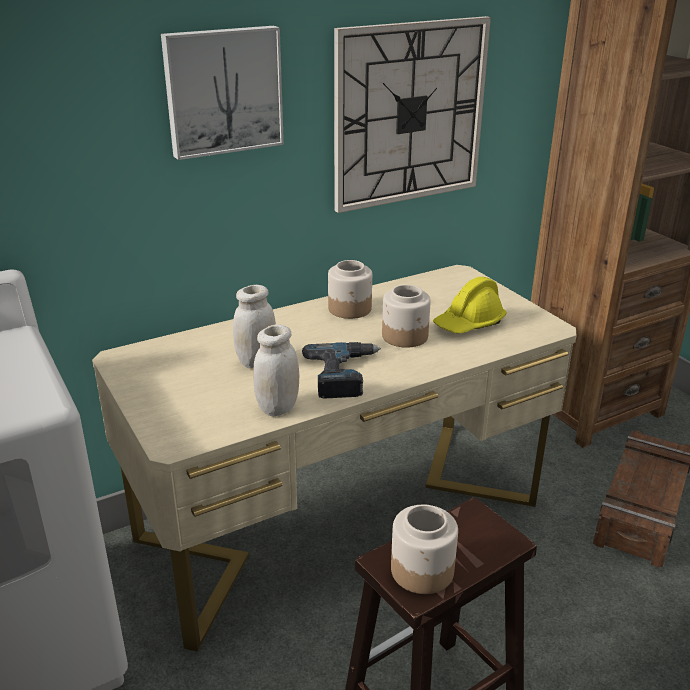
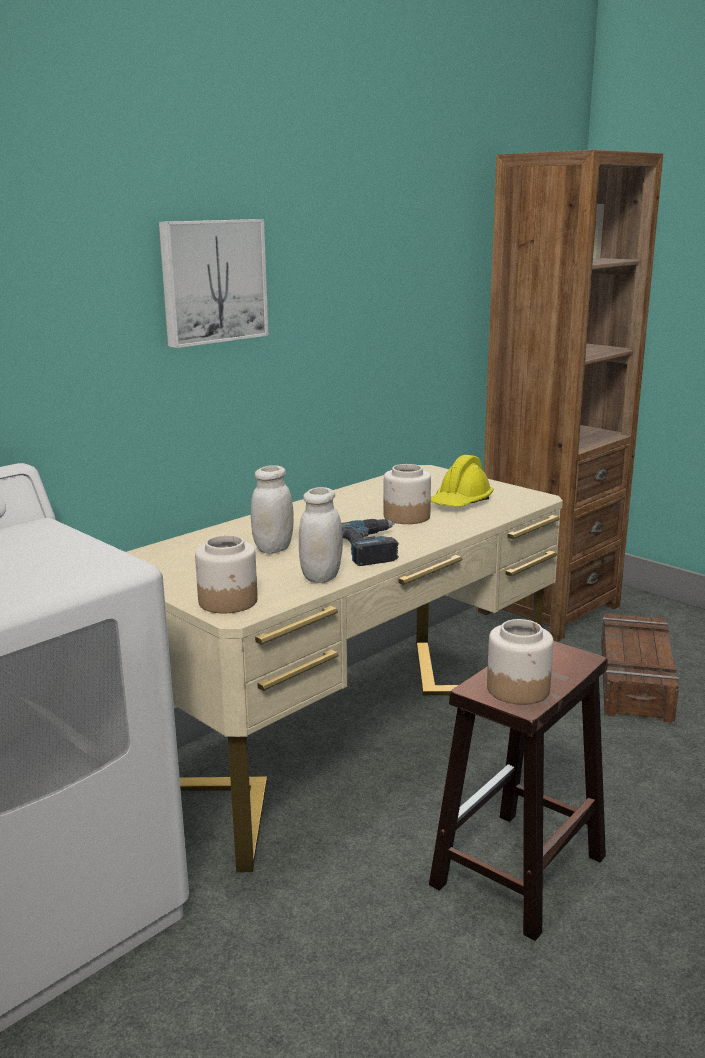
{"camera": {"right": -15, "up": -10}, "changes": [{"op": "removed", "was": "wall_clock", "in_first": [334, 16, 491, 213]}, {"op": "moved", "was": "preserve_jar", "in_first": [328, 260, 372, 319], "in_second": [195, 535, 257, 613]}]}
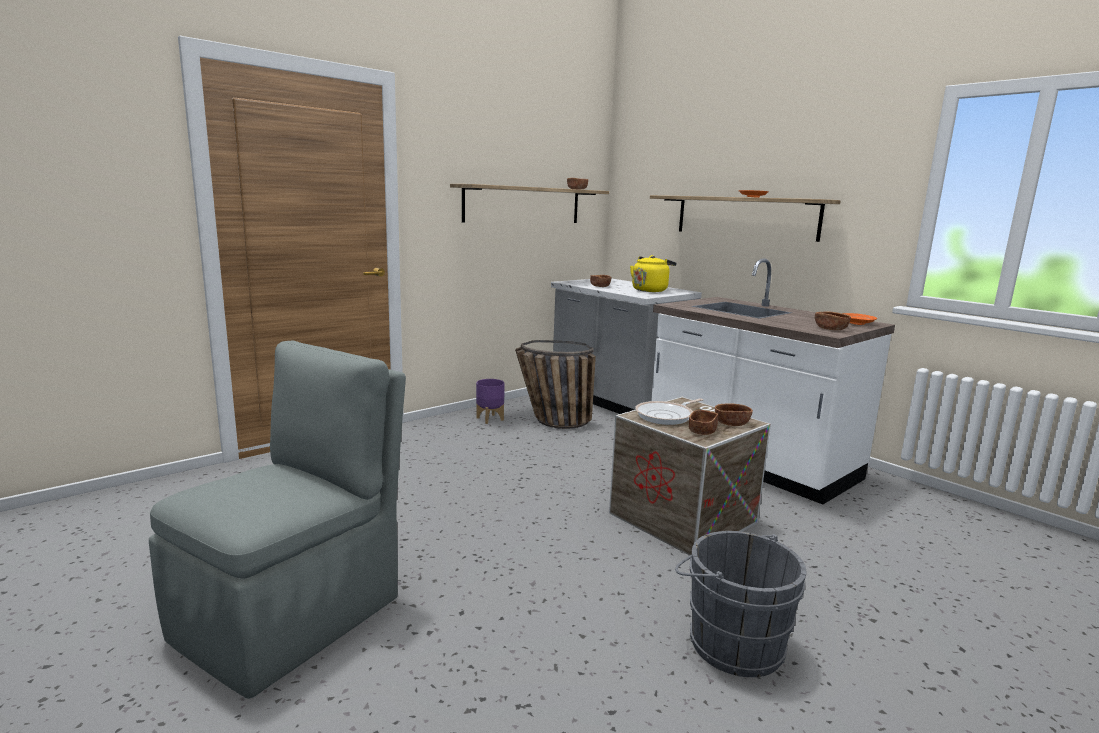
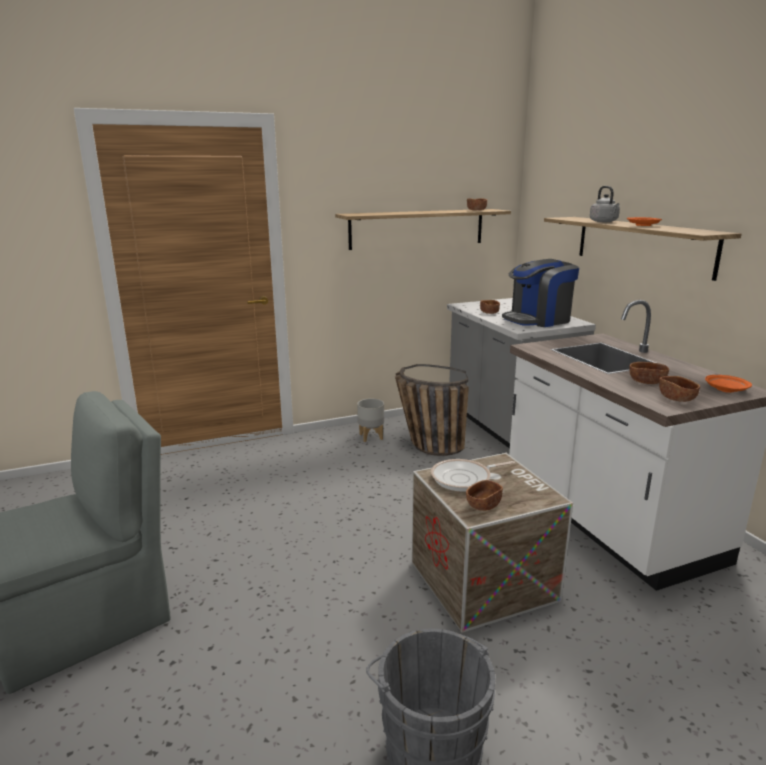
{"camera": {"right": 20, "up": 5}, "changes": [{"op": "replaced", "was": "yellow-coloured_water_kettle", "now": "coffee_brewer", "in_first": [630, 255, 676, 292], "in_second": [502, 259, 579, 327]}, {"op": "recoloured", "was": "purplish_plant_pot", "now": "gray_plant_pot", "in_first": [476, 379, 505, 424], "in_second": [357, 399, 384, 442]}, {"op": "moved", "was": "brownish_serving_bowl", "in_first": [715, 403, 753, 426], "in_second": [630, 362, 669, 384]}, {"op": "added", "now": "gray_water_kettle", "in_second": [590, 186, 620, 222]}]}
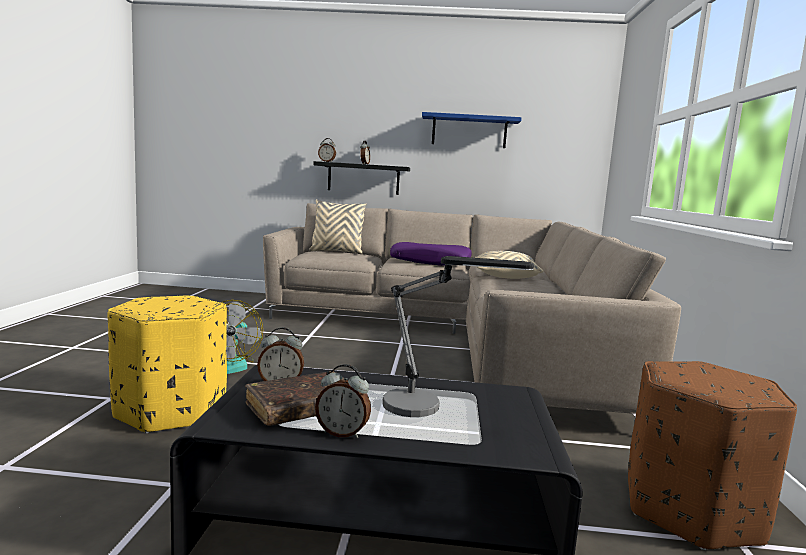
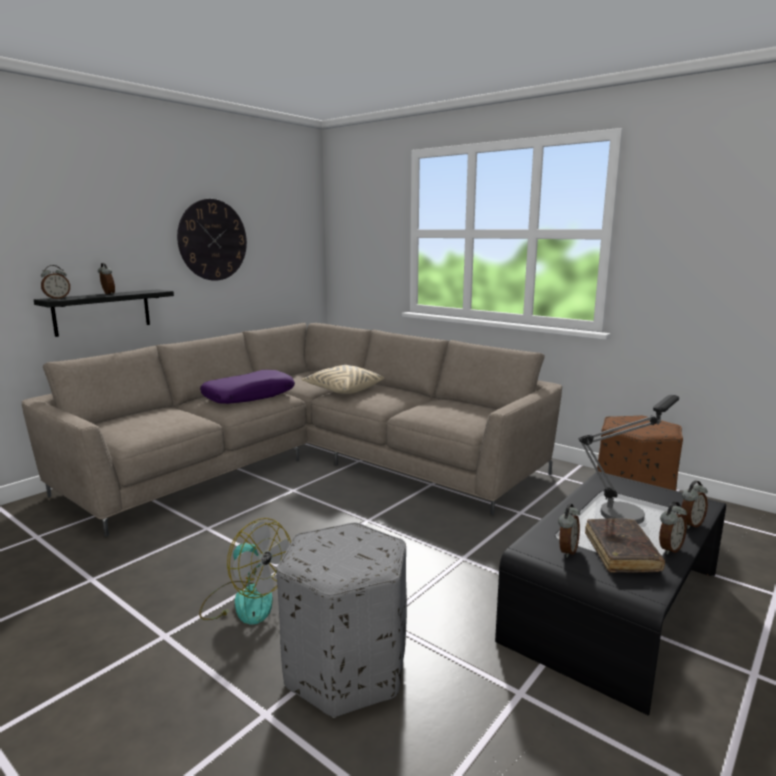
{"camera": {"right": -55, "up": 5}, "changes": [{"op": "replaced", "was": "blue_shelf", "now": "wall_clock", "in_first": [422, 112, 522, 148], "in_second": [177, 199, 247, 281]}, {"op": "removed", "was": "sand-coloured_pillow", "in_first": [309, 199, 367, 254]}, {"op": "recoloured", "was": "yellow-coloured_ottoman", "now": "gray_ottoman", "in_first": [107, 296, 227, 433], "in_second": [276, 523, 407, 718]}, {"op": "added", "now": "bedside_clock", "in_second": [681, 480, 708, 529]}]}
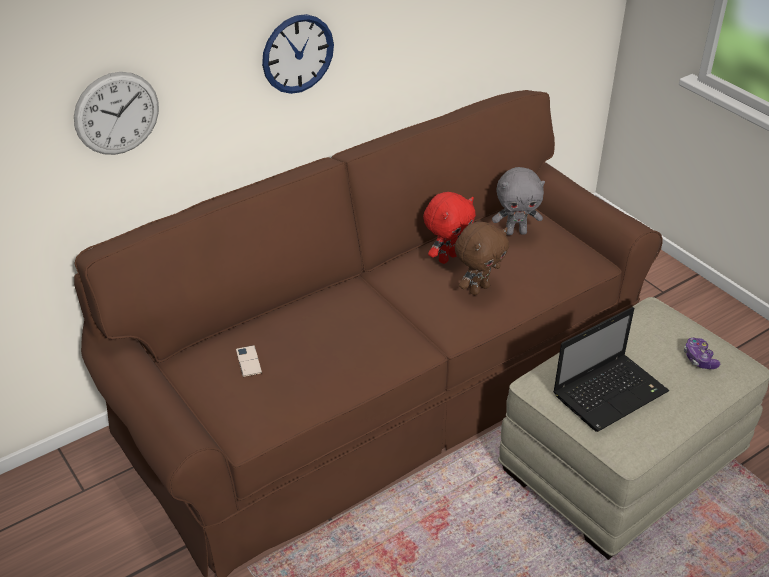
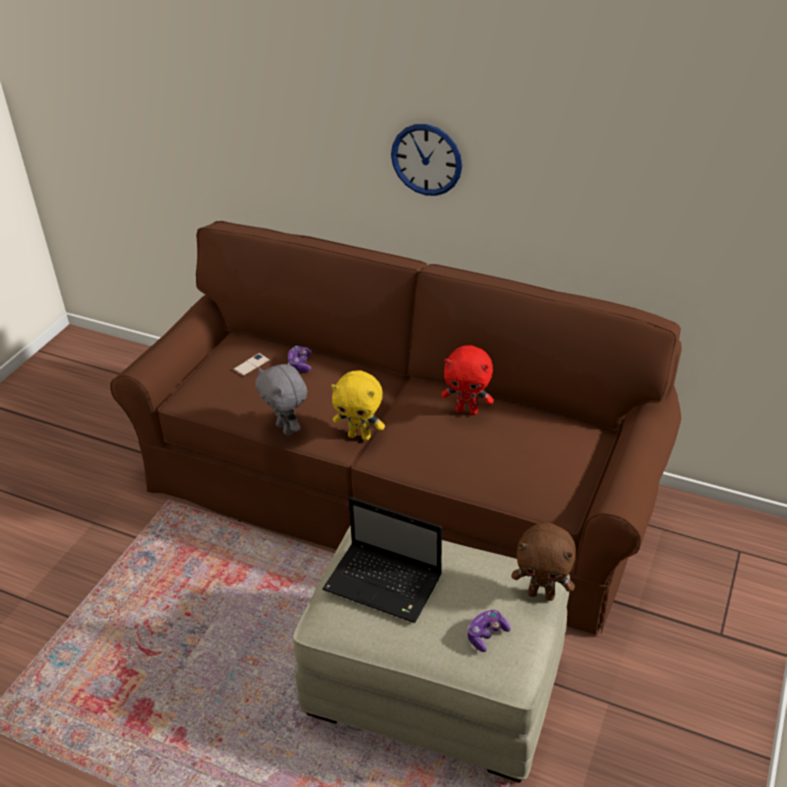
{"camera": {"right": 60, "up": 0}, "changes": [{"op": "removed", "was": "wall_clock", "in_first": [74, 72, 159, 155]}, {"op": "moved", "was": "gray_cuddly_toy", "in_first": [492, 167, 545, 235], "in_second": [255, 364, 307, 436]}, {"op": "moved", "was": "brownish_cuddly_toy", "in_first": [455, 222, 509, 295], "in_second": [511, 523, 576, 601]}, {"op": "added", "now": "game_controller", "in_second": [288, 346, 312, 372]}, {"op": "added", "now": "yellow-coloured_cuddly_toy", "in_second": [331, 370, 385, 440]}]}
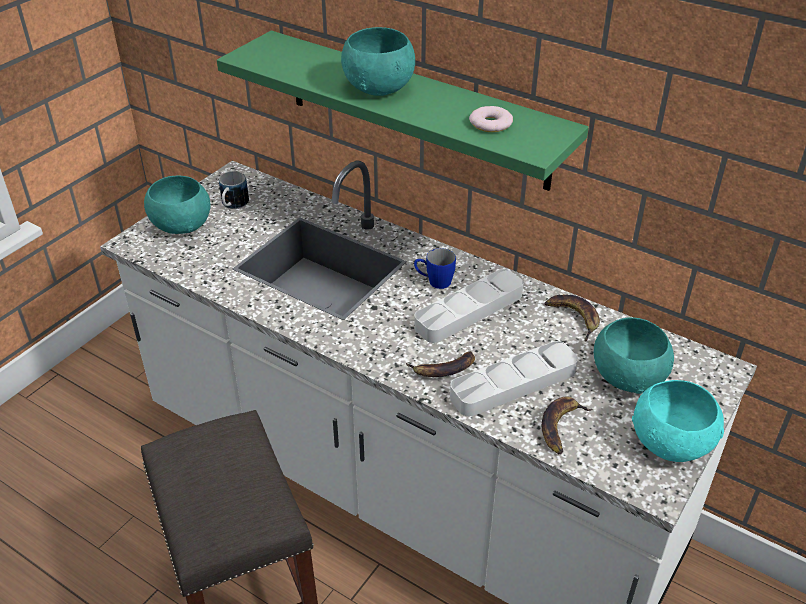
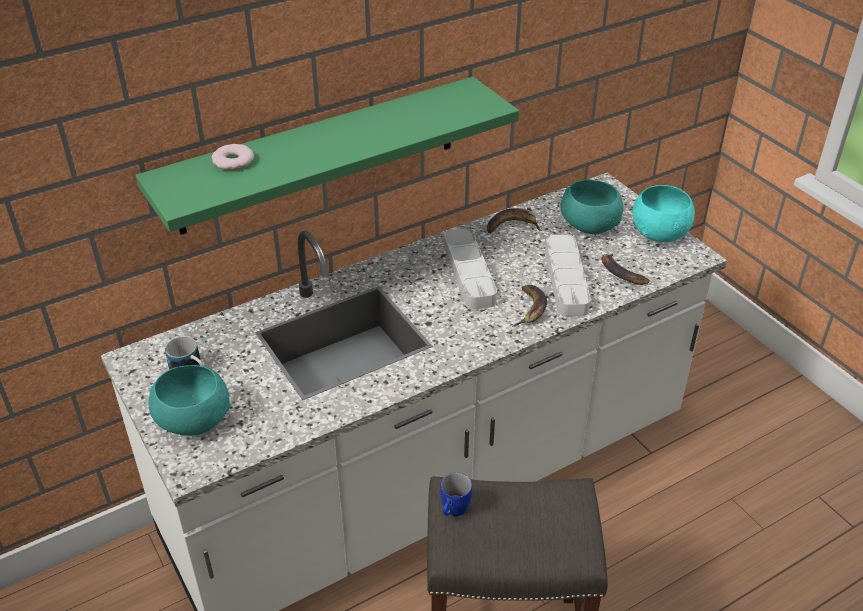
{"camera": {"right": -65, "up": 0}, "changes": [{"op": "removed", "was": "turquoise_serving_bowl", "in_first": [341, 27, 415, 96]}, {"op": "moved", "was": "ring_doughnut", "in_first": [469, 106, 513, 132], "in_second": [212, 144, 254, 170]}, {"op": "moved", "was": "blue_tea_mug", "in_first": [414, 248, 456, 289], "in_second": [440, 473, 472, 516]}]}
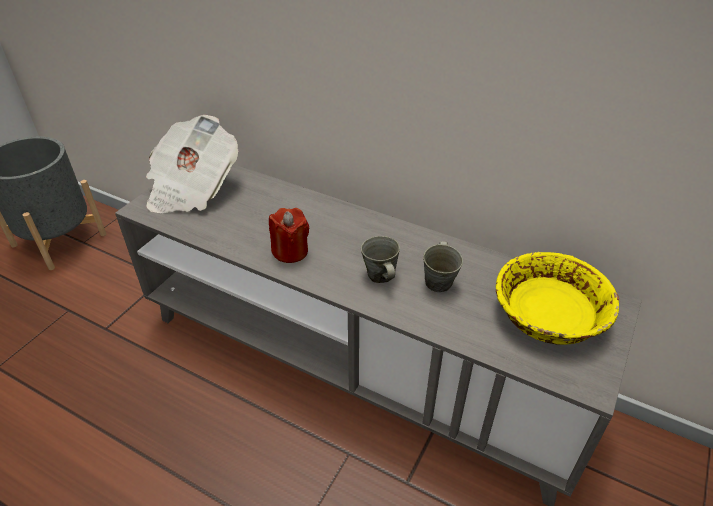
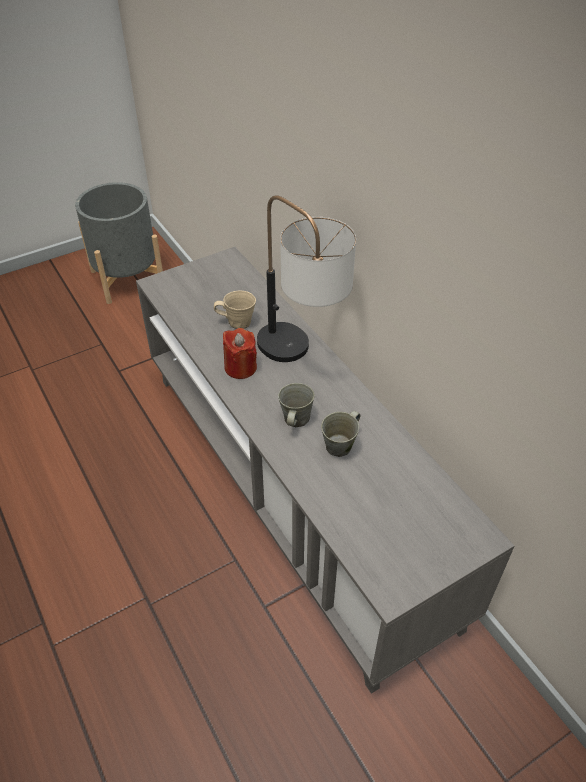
{"camera": {"right": 30, "up": 5}, "changes": [{"op": "removed", "was": "printed_paper", "in_first": [146, 115, 238, 213]}, {"op": "removed", "was": "yellow-coloured_serving_bowl", "in_first": [496, 252, 619, 344]}, {"op": "added", "now": "lamp_for_a_table", "in_second": [257, 195, 356, 362]}, {"op": "added", "now": "sand-coloured_tea_mug", "in_second": [214, 291, 256, 329]}]}
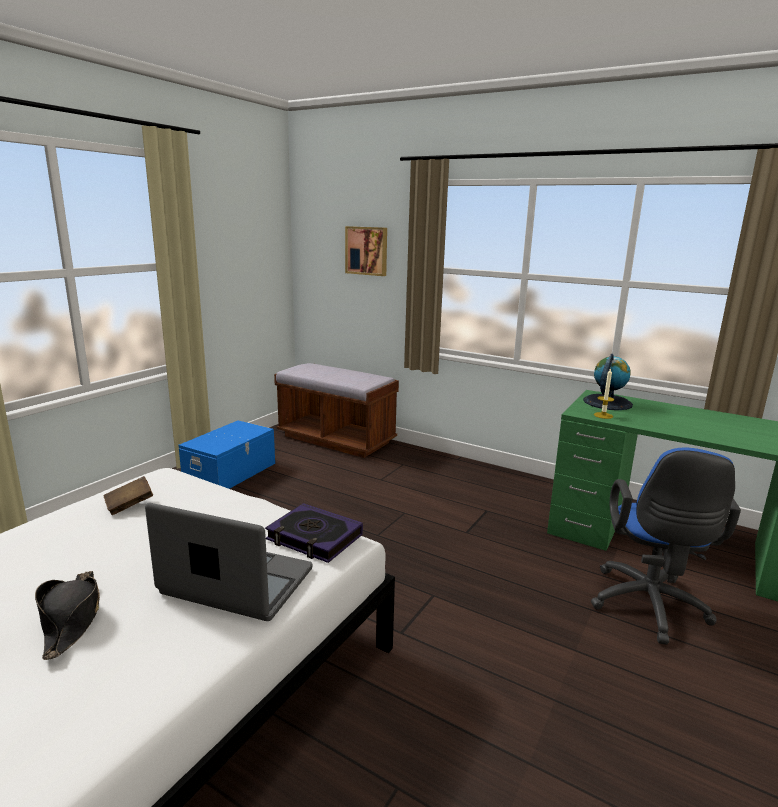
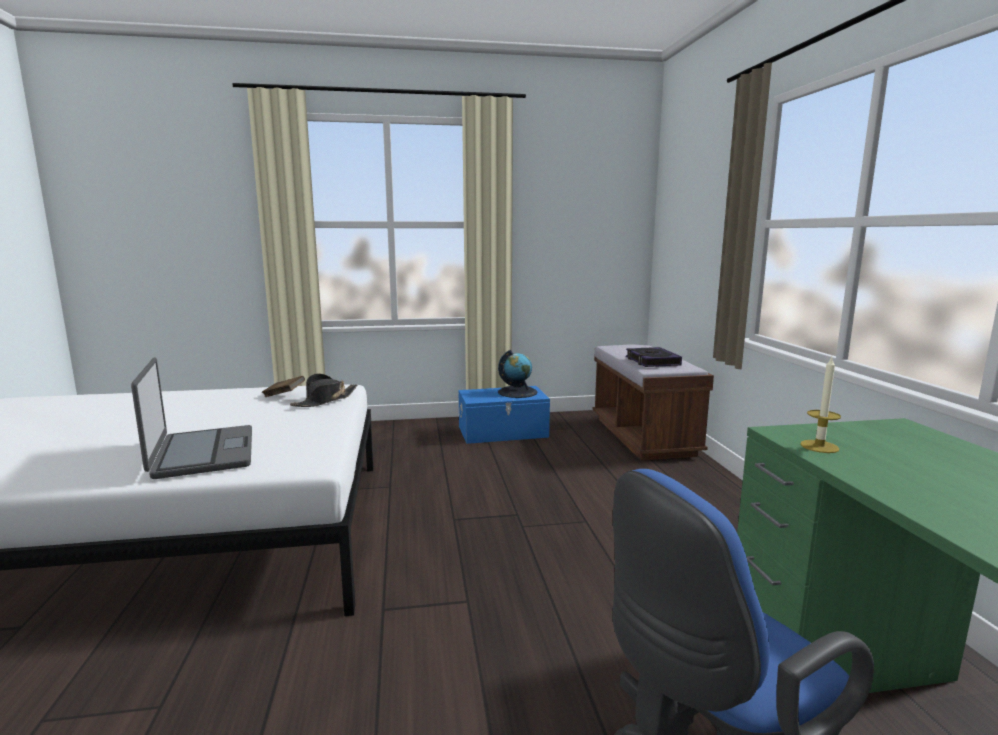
{"camera": {"right": 50, "up": -5}, "changes": [{"op": "removed", "was": "wall_art", "in_first": [345, 226, 387, 276]}, {"op": "moved", "was": "world_globe", "in_first": [583, 354, 633, 410], "in_second": [498, 350, 537, 398]}, {"op": "moved", "was": "book", "in_first": [265, 503, 363, 563], "in_second": [626, 347, 682, 367]}, {"op": "moved", "was": "blackish_hat", "in_first": [35, 571, 100, 660], "in_second": [290, 374, 357, 407]}]}
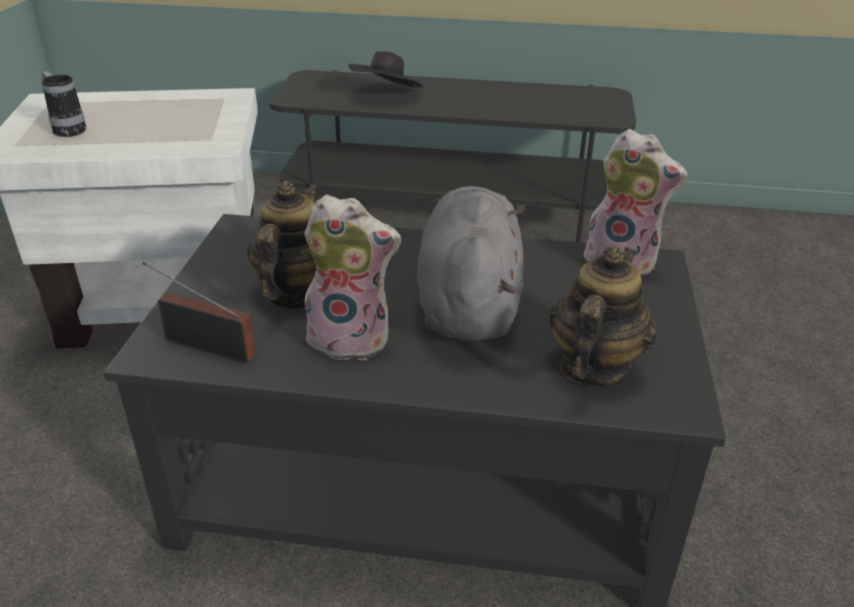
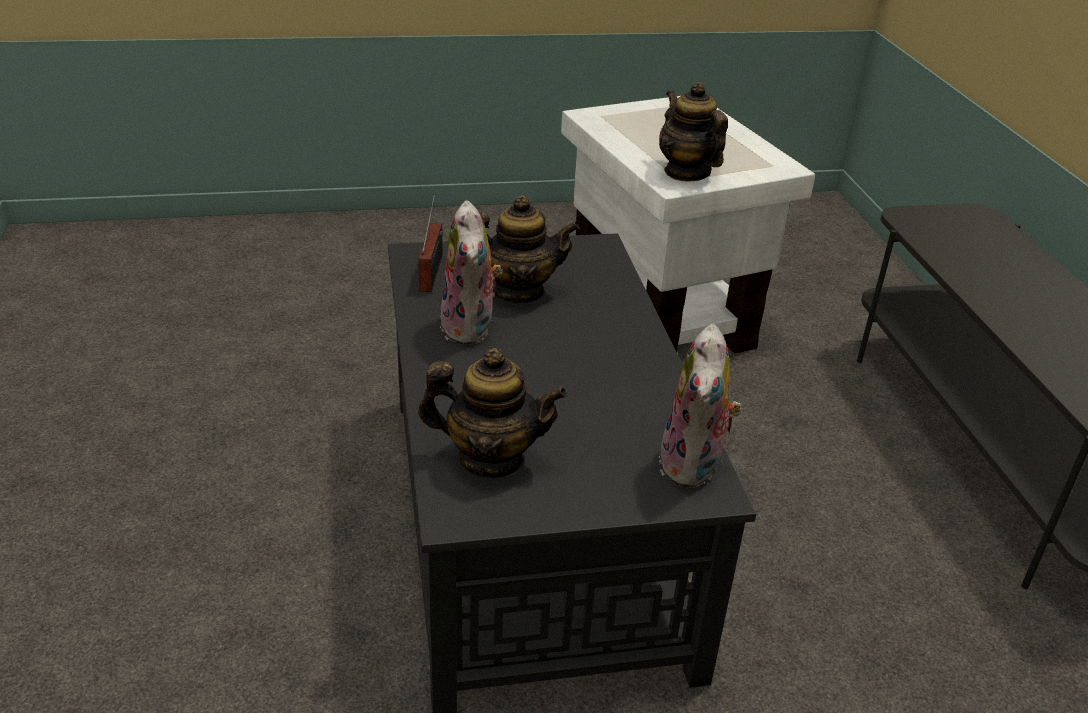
{"camera": {"right": 70, "up": 0}, "changes": [{"op": "removed", "was": "blackish_hat", "in_first": [348, 51, 423, 88]}, {"op": "removed", "was": "tea_mug", "in_first": [41, 71, 86, 137]}, {"op": "removed", "was": "gray_cuddly_toy", "in_first": [417, 186, 526, 341]}, {"op": "added", "now": "teapot", "in_second": [659, 82, 728, 182]}]}
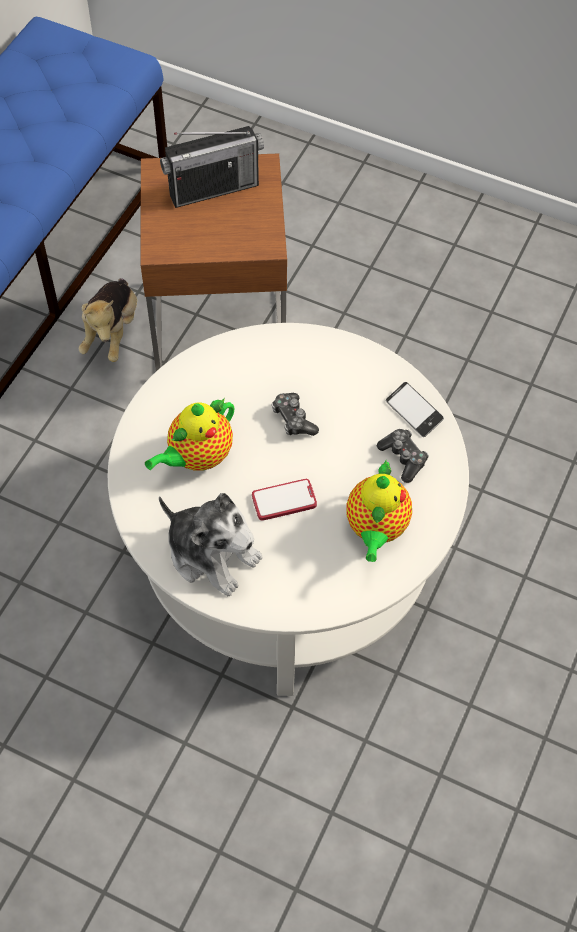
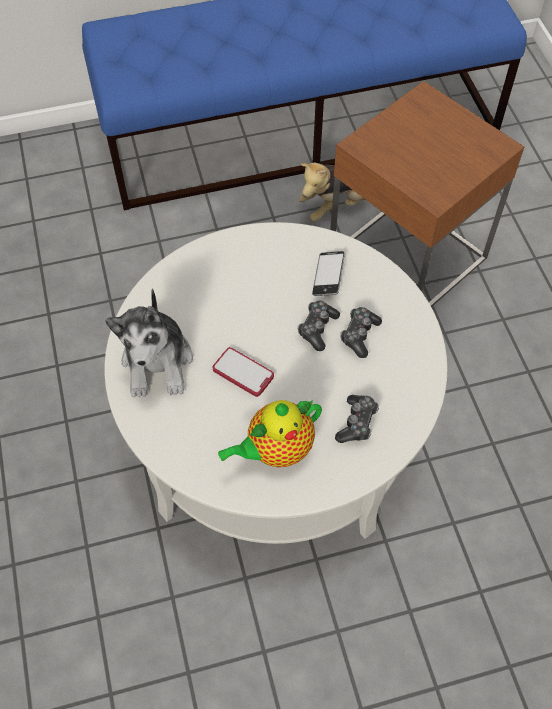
{"camera": {"right": 50, "up": 0}, "changes": [{"op": "removed", "was": "radio", "in_first": [160, 126, 264, 208]}, {"op": "moved", "was": "telephone", "in_first": [386, 382, 444, 437], "in_second": [312, 251, 345, 296]}, {"op": "removed", "was": "teapot", "in_first": [145, 398, 235, 471]}, {"op": "added", "now": "game_controller", "in_second": [340, 307, 382, 358]}]}
